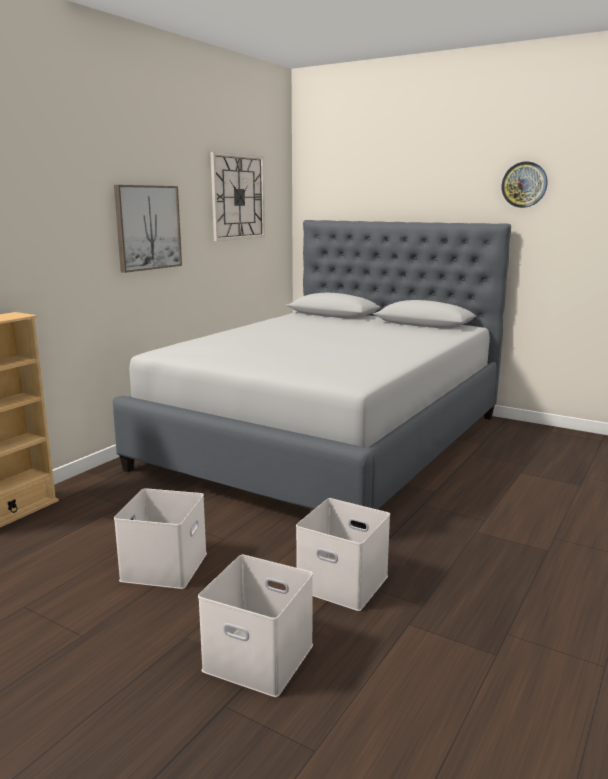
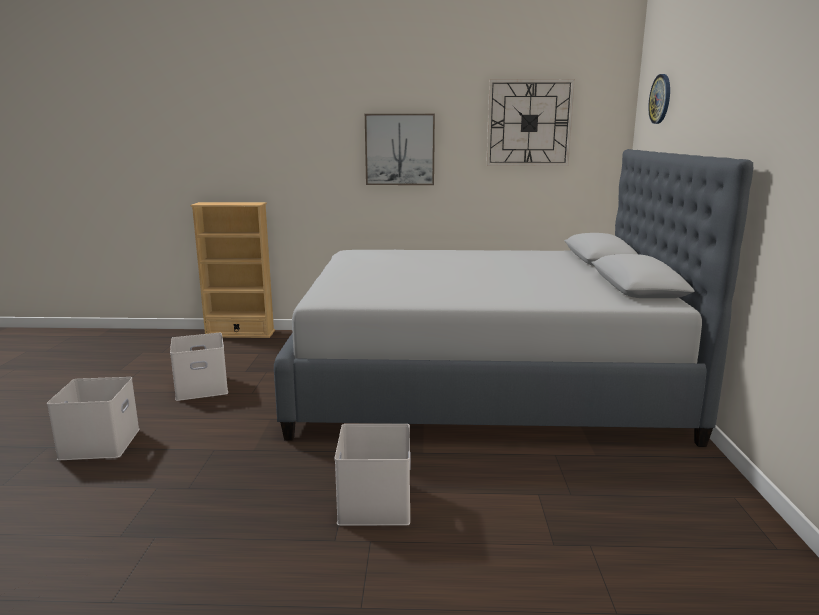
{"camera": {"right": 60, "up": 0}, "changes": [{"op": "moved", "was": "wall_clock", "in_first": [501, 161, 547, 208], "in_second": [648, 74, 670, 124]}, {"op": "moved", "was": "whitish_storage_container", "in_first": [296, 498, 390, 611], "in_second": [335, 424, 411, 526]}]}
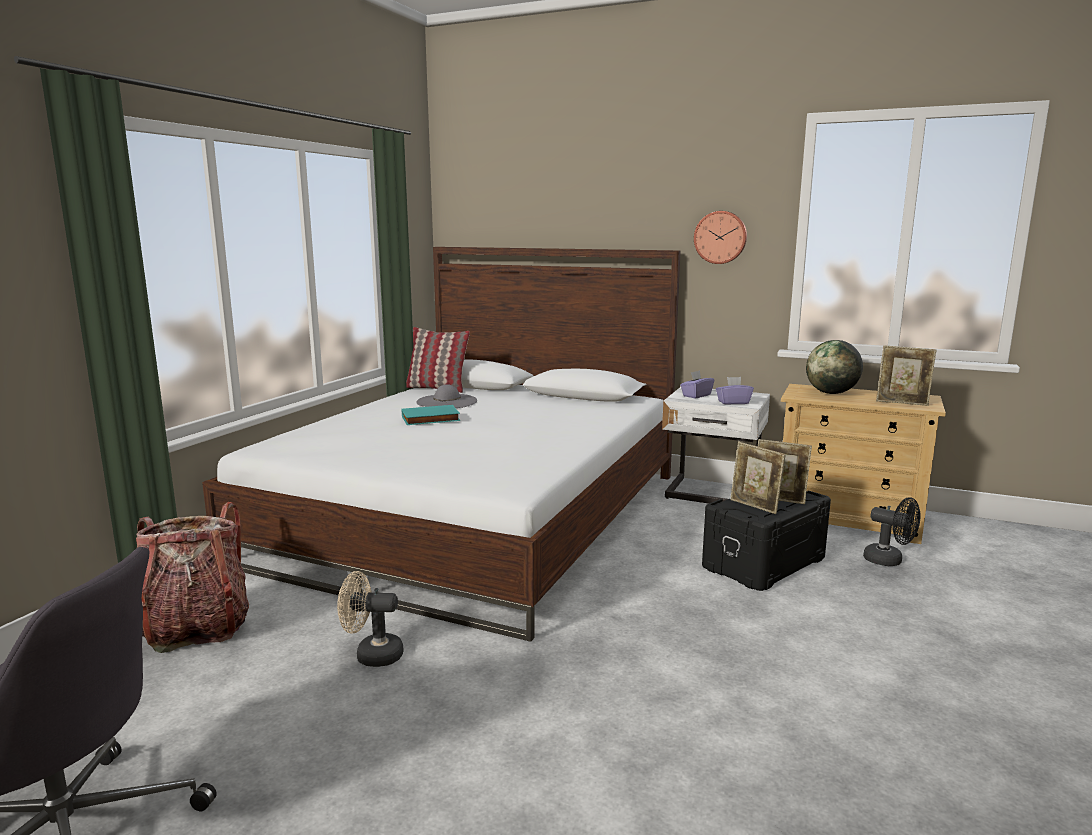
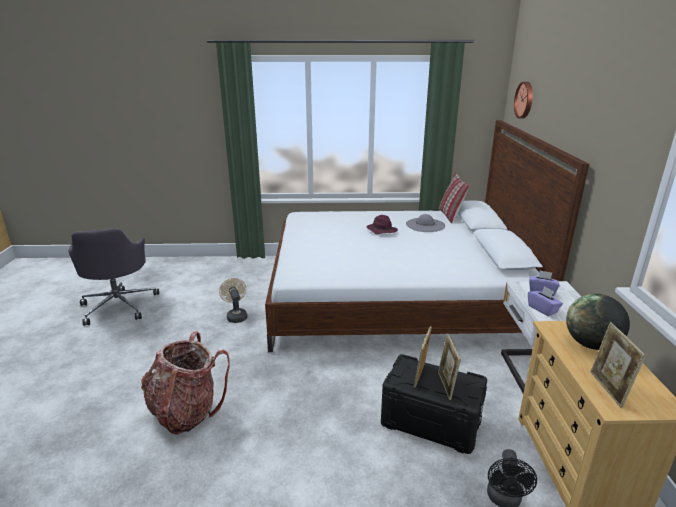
{"camera": {"right": 65, "up": 10}, "changes": [{"op": "moved", "was": "wall_clock", "in_first": [694, 211, 747, 264], "in_second": [514, 82, 533, 119]}, {"op": "replaced", "was": "turquoise_book", "now": "purplish_hat", "in_first": [402, 405, 460, 425], "in_second": [367, 215, 398, 234]}, {"op": "moved", "was": "backpack", "in_first": [136, 502, 249, 653], "in_second": [141, 331, 230, 435]}]}
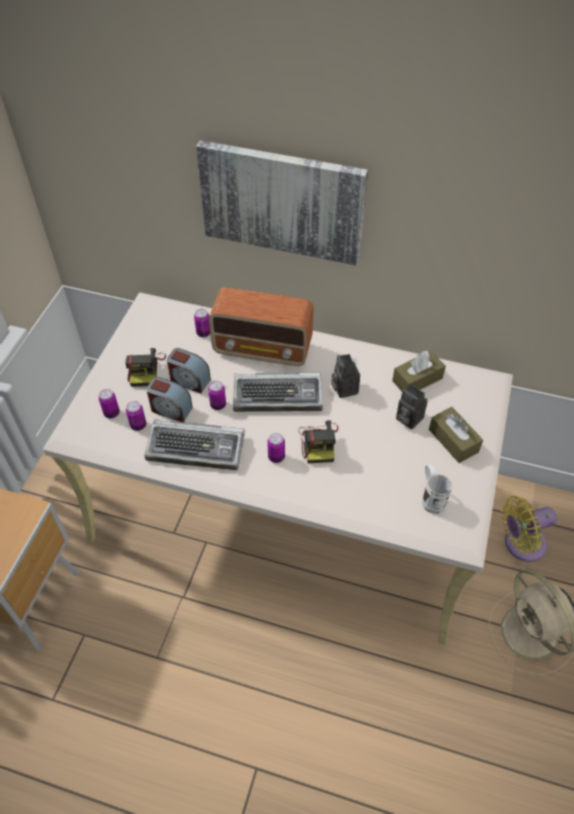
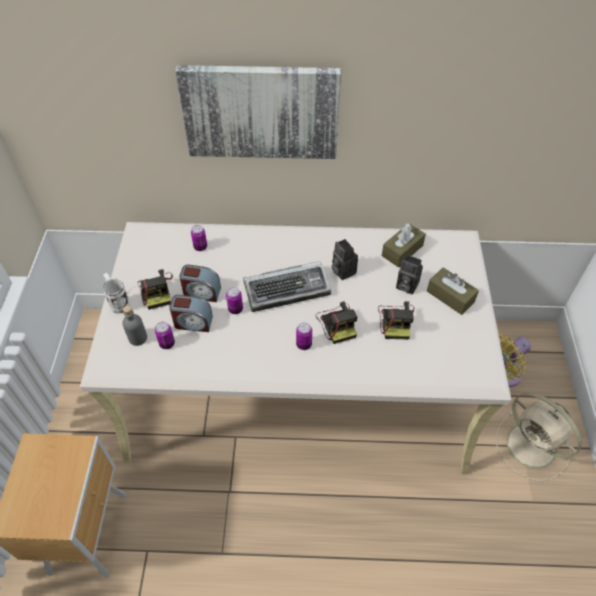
{"camera": {"right": -15, "up": 0}, "changes": [{"op": "removed", "was": "radio", "in_first": [209, 287, 314, 366]}, {"op": "replaced", "was": "sealed_can", "now": "gray_bottle", "in_first": [99, 389, 120, 419], "in_second": [122, 306, 147, 346]}, {"op": "removed", "was": "PC_keyboard", "in_first": [145, 419, 245, 470]}, {"op": "moved", "was": "whitish_tea_mug", "in_first": [422, 464, 452, 514], "in_second": [103, 273, 130, 313]}, {"op": "added", "now": "photo_camera", "in_second": [378, 301, 414, 340]}]}
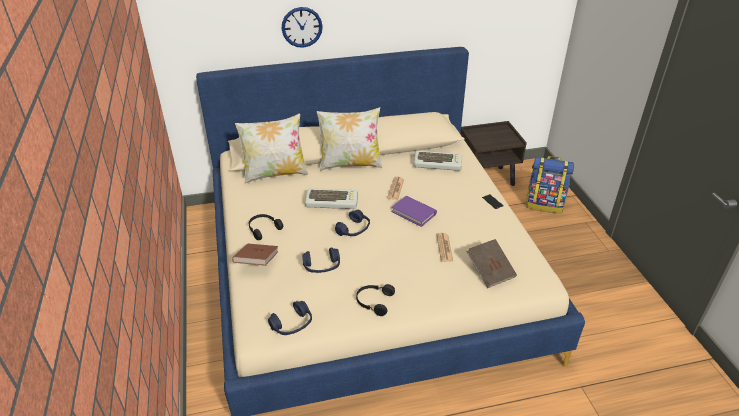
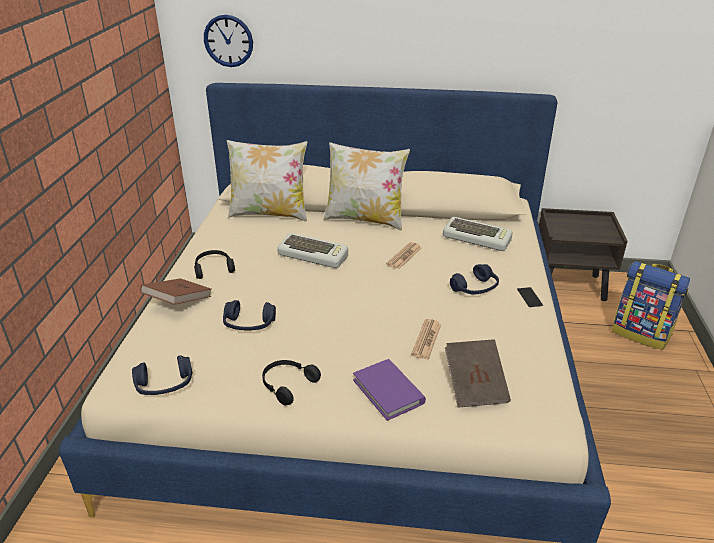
{"camera": {"right": 20, "up": -5}, "changes": [{"op": "moved", "was": "wall_clock", "in_first": [282, 7, 323, 48], "in_second": [204, 15, 253, 67]}, {"op": "moved", "was": "purplish_book", "in_first": [391, 196, 437, 227], "in_second": [353, 359, 426, 421]}, {"op": "moved", "was": "blue_headphones", "in_first": [335, 210, 370, 236], "in_second": [450, 264, 499, 294]}]}
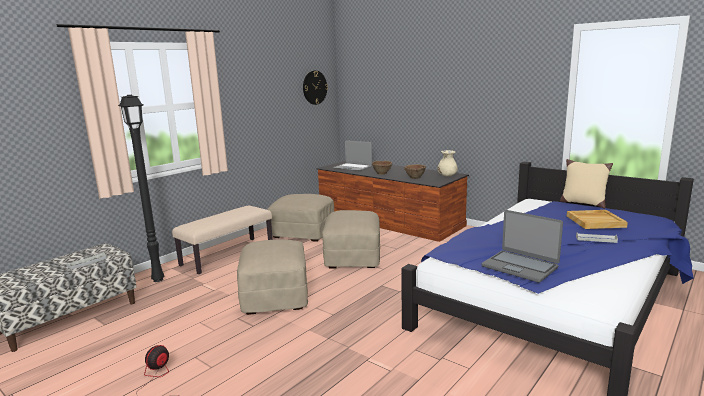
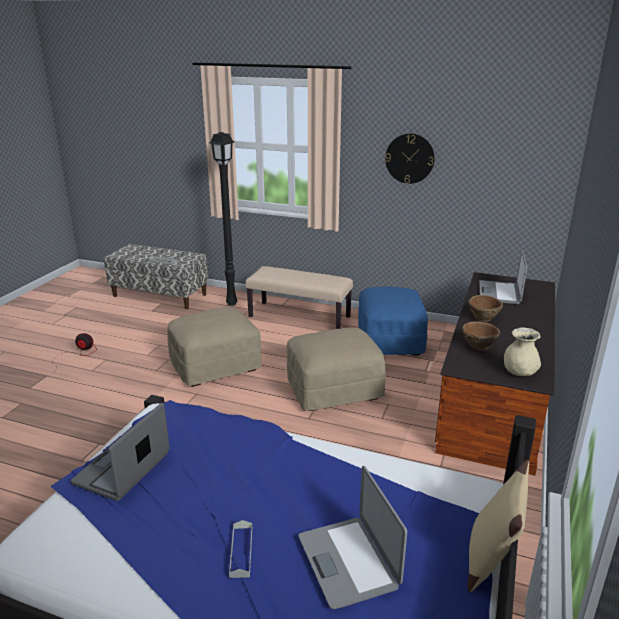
{"camera": {"right": 70, "up": 10}, "changes": [{"op": "moved", "was": "wall_clock", "in_first": [303, 70, 328, 105], "in_second": [385, 133, 435, 184]}, {"op": "recoloured", "was": "sand-coloured_ottoman", "now": "blue_ottoman", "in_first": [267, 194, 335, 242], "in_second": [358, 287, 428, 355]}, {"op": "replaced", "was": "sand-coloured_carrying_tray", "now": "portable_computer", "in_first": [567, 210, 628, 229], "in_second": [298, 466, 407, 609]}]}
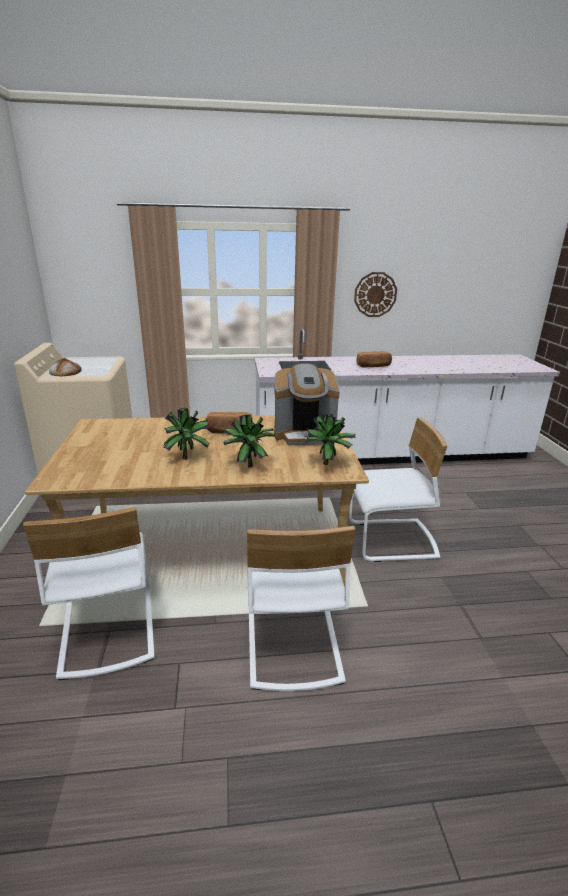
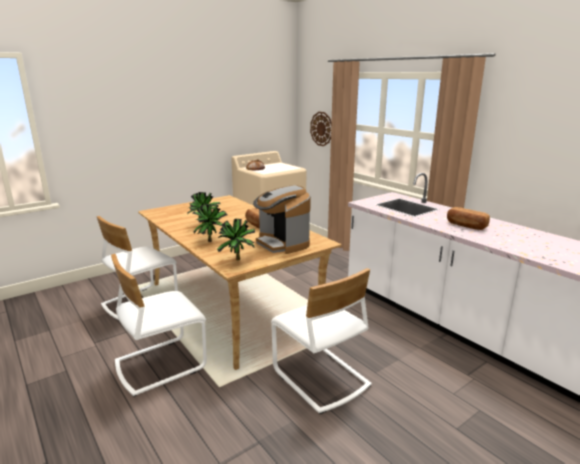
{"camera": {"right": 60, "up": -5}, "changes": [{"op": "moved", "was": "wall_clock", "in_first": [354, 272, 397, 317], "in_second": [310, 112, 331, 146]}]}
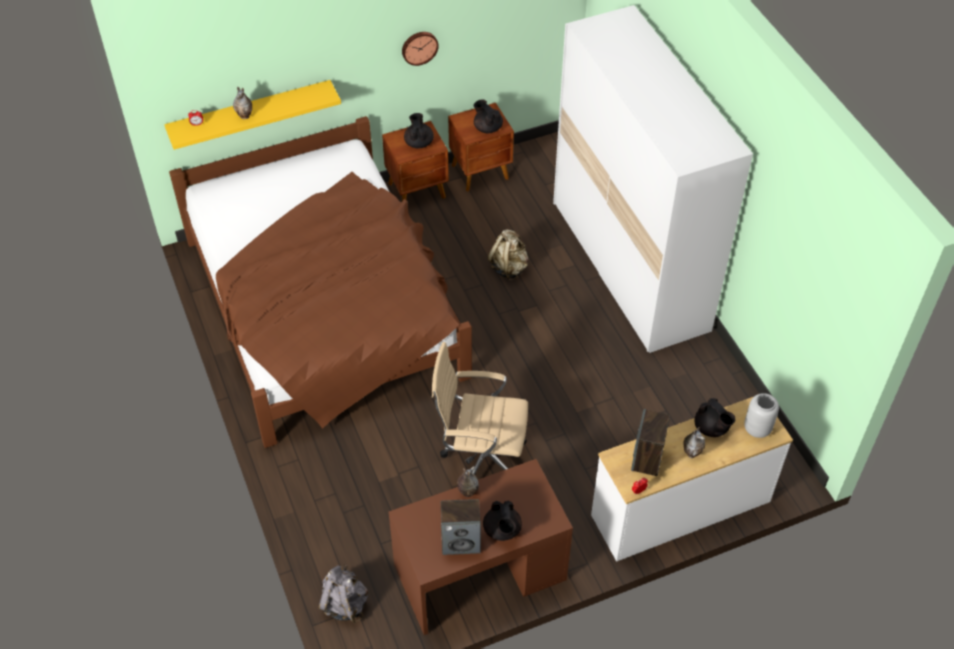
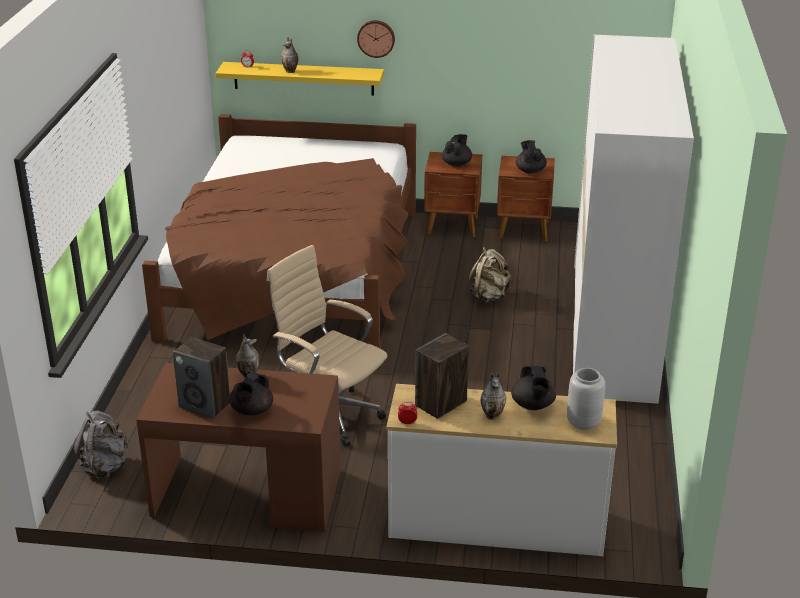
{"camera": {"right": 30, "up": -20}, "changes": [{"op": "moved", "was": "wall_clock", "in_first": [402, 32, 439, 66], "in_second": [357, 20, 395, 58]}]}
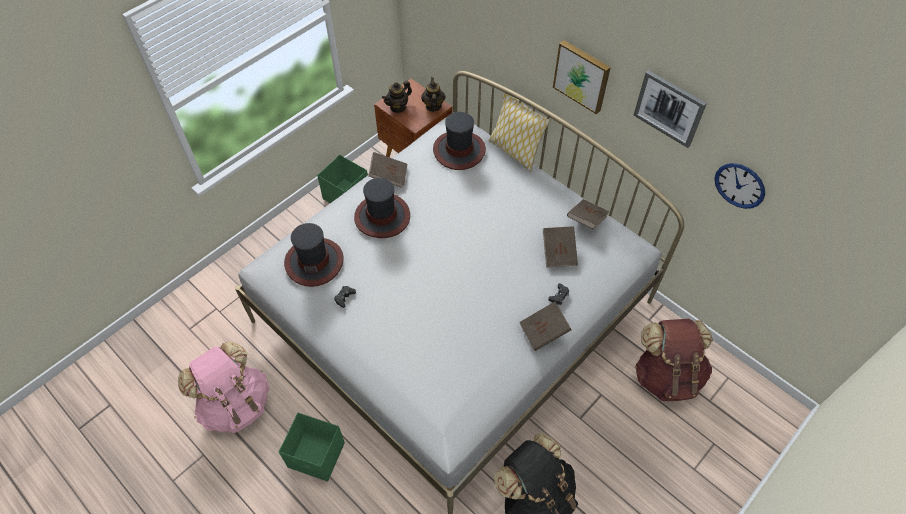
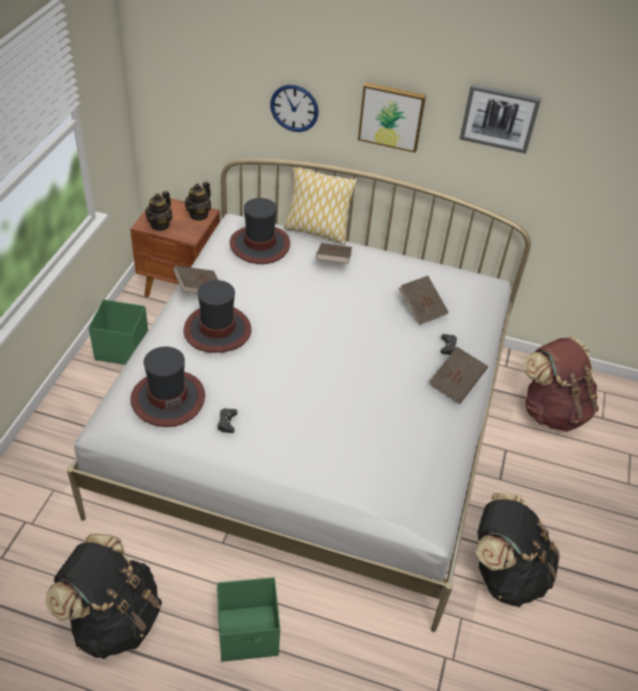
{"camera": {"right": -30, "up": -10}, "changes": [{"op": "turned", "was": "teapot", "in_first": [421, 77, 446, 112], "in_second": [185, 182, 211, 221], "clockwise": -120}, {"op": "moved", "was": "wall_clock", "in_first": [714, 163, 765, 209], "in_second": [270, 85, 319, 132]}, {"op": "moved", "was": "brownish_book", "in_first": [567, 199, 609, 230], "in_second": [316, 243, 352, 264]}, {"op": "recoloured", "was": "pink-coloured_backpack", "now": "blackish_backpack", "in_first": [178, 341, 270, 433], "in_second": [45, 534, 162, 659]}]}
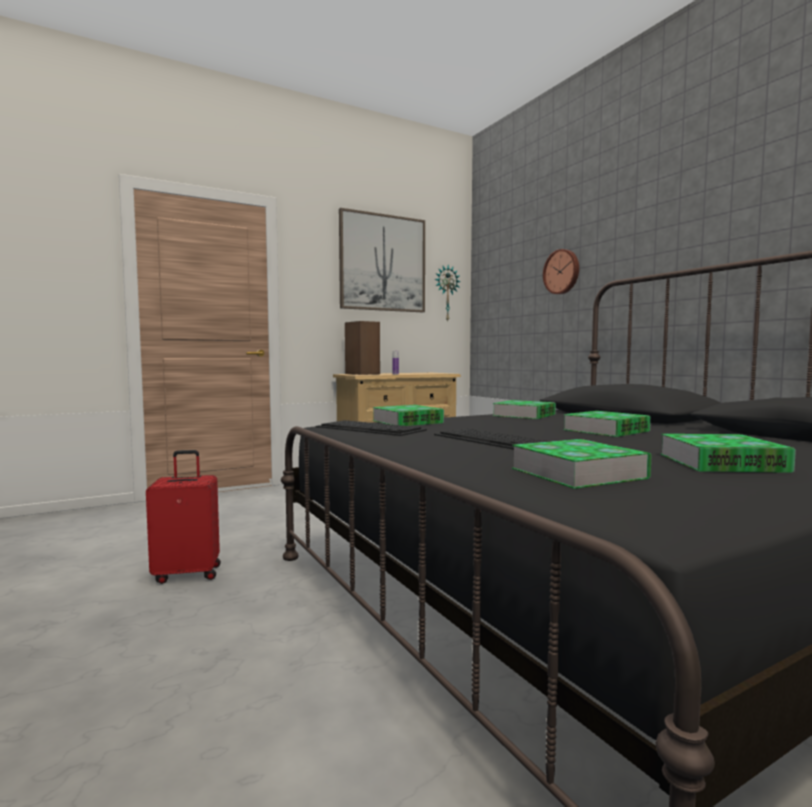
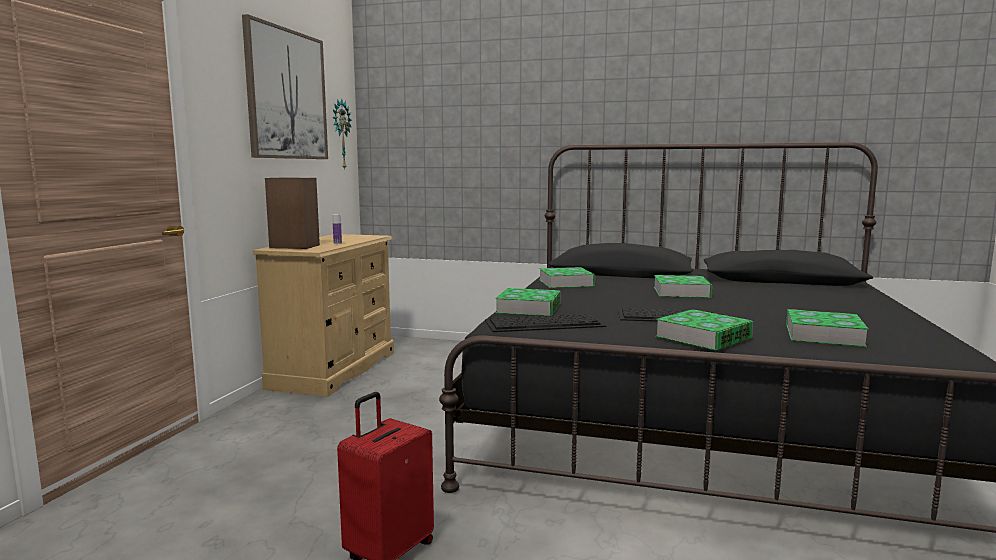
{"camera": {"right": -45, "up": 5}, "changes": [{"op": "removed", "was": "wall_clock", "in_first": [543, 249, 579, 294]}, {"op": "moved", "was": "book", "in_first": [660, 434, 796, 473], "in_second": [656, 309, 753, 350]}]}
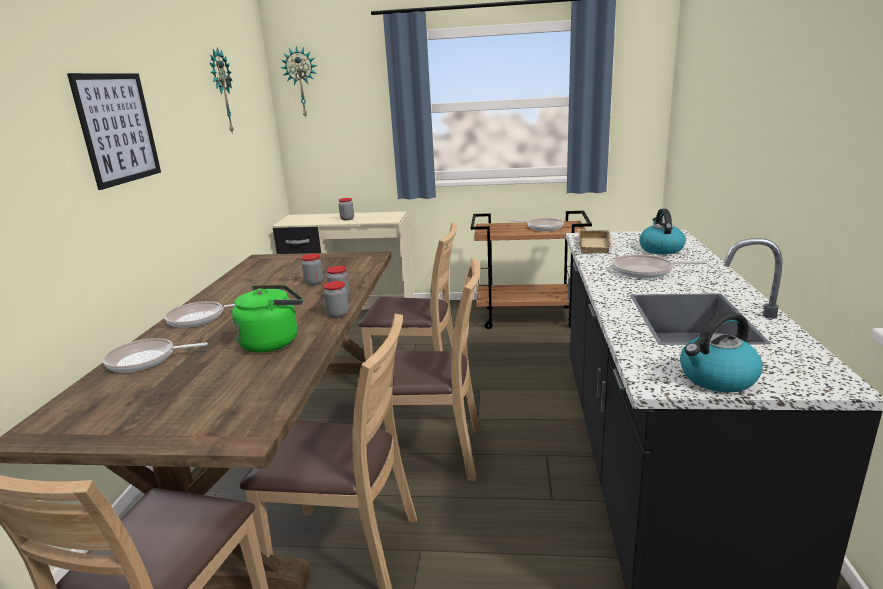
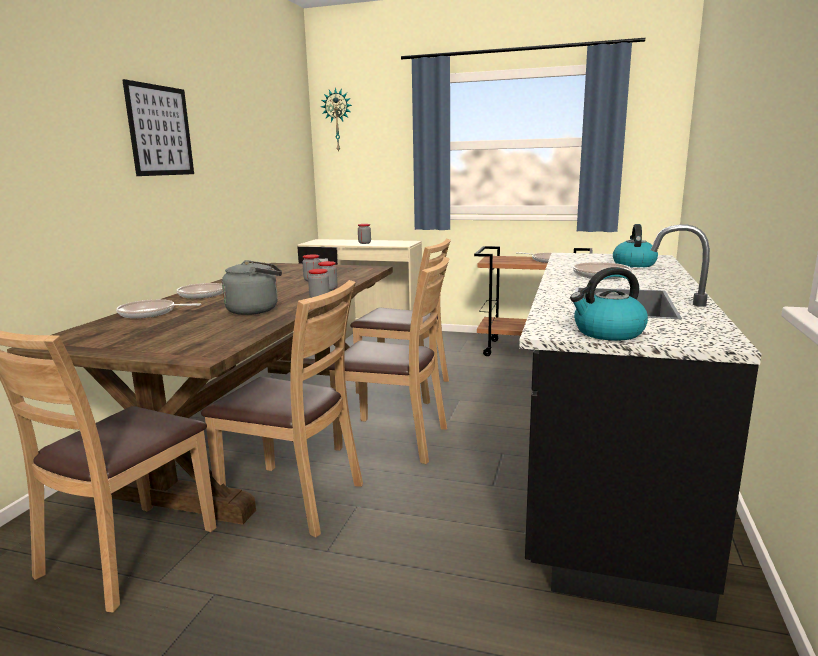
{"camera": {"right": 10, "up": -5}, "changes": [{"op": "removed", "was": "wall_clock", "in_first": [209, 48, 234, 134]}, {"op": "removed", "was": "sand-coloured_carrying_tray", "in_first": [578, 229, 613, 254]}, {"op": "recoloured", "was": "green-coloured_water_kettle", "now": "gray_water_kettle", "in_first": [231, 285, 303, 353], "in_second": [222, 260, 282, 315]}]}
